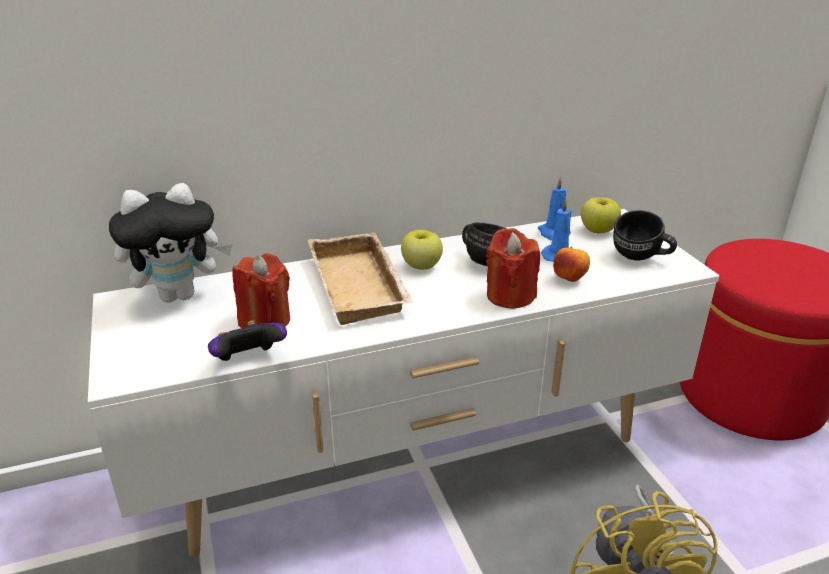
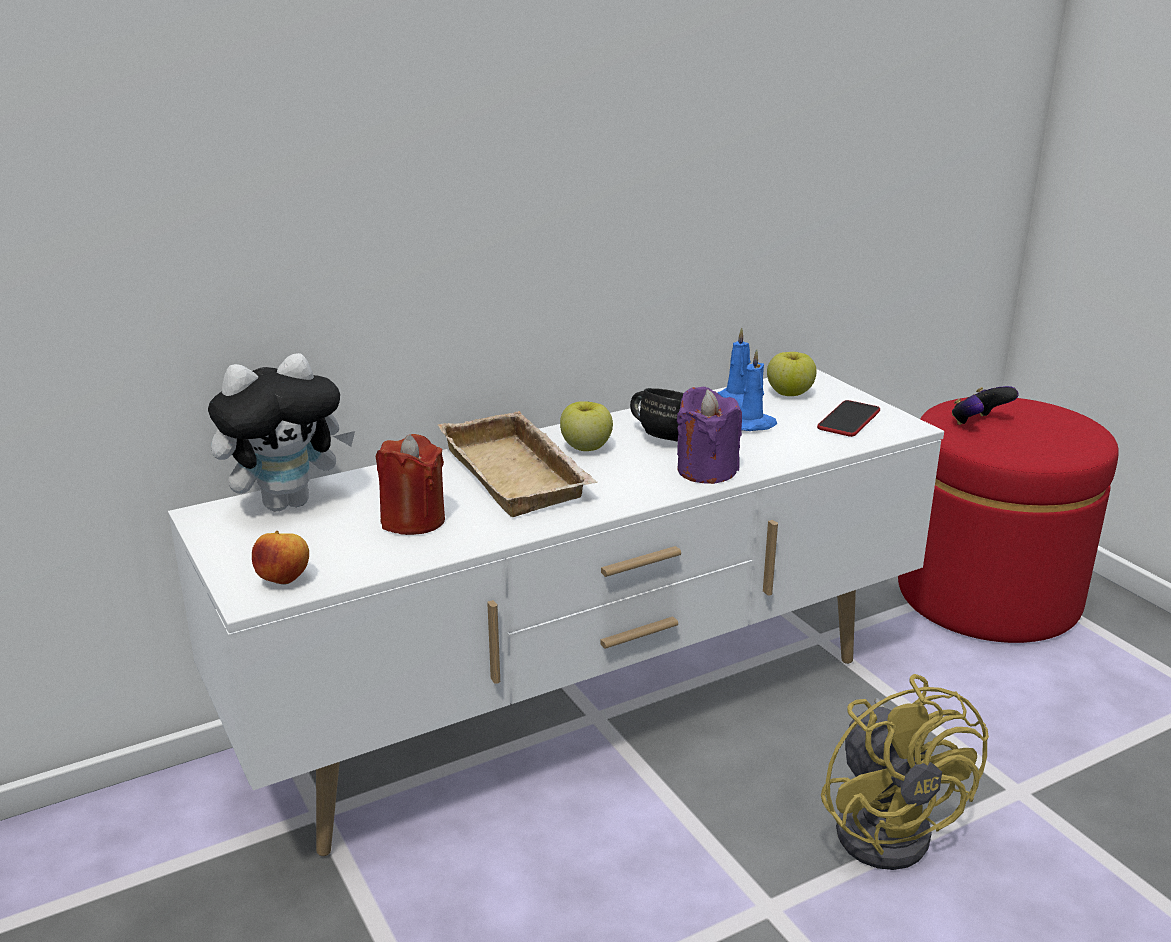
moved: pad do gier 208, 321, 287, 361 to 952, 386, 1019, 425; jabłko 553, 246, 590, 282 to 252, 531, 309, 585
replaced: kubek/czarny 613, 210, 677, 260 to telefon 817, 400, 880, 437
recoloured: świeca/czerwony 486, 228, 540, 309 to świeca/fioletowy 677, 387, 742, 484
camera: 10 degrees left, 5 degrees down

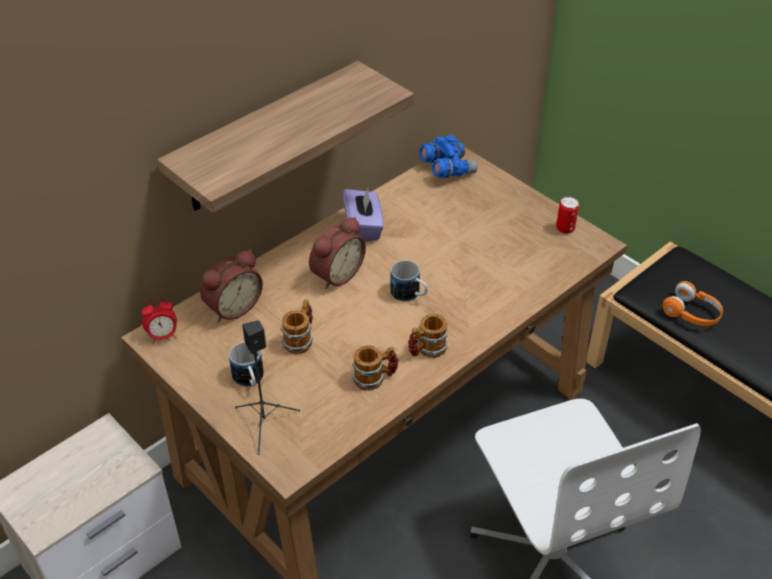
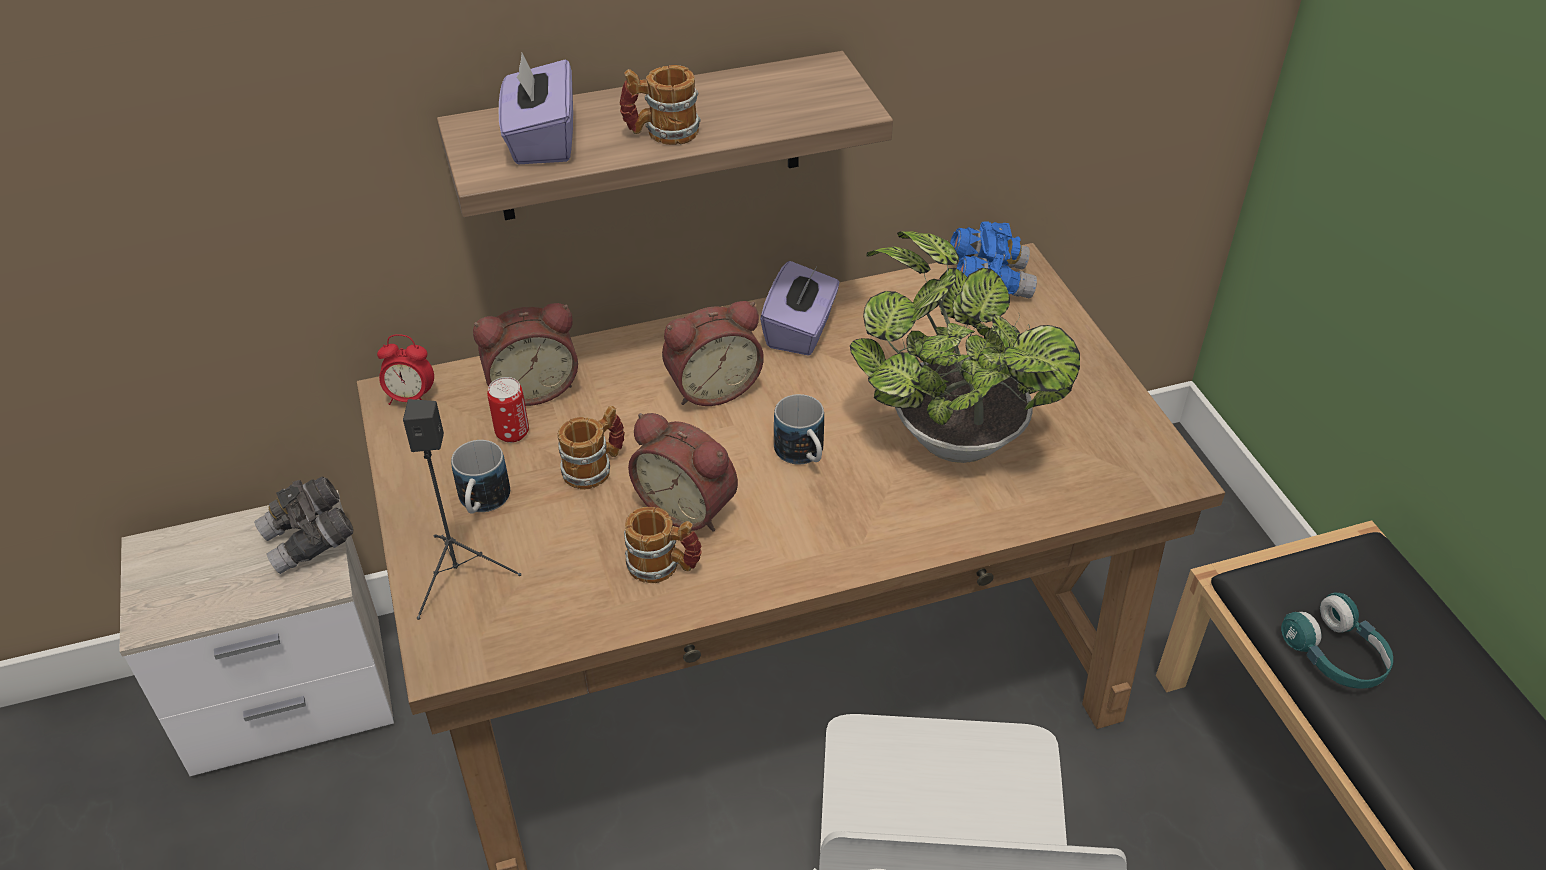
added: lornetka/szary 254, 476, 354, 574; pudełko chusteczek/fioletowy 499, 53, 573, 164; budzik 628, 413, 738, 532; roślina doniczkowa 850, 231, 1080, 463
moved: kubek 408, 313, 448, 358 to 620, 65, 701, 145; puszka 556, 197, 579, 234 to 487, 377, 529, 443
recoloured: słuchawki/pomarańczowy 663, 281, 723, 326 to słuchawki/turkusowy 1281, 593, 1393, 689
camera: 25 degrees right, 0 degrees up

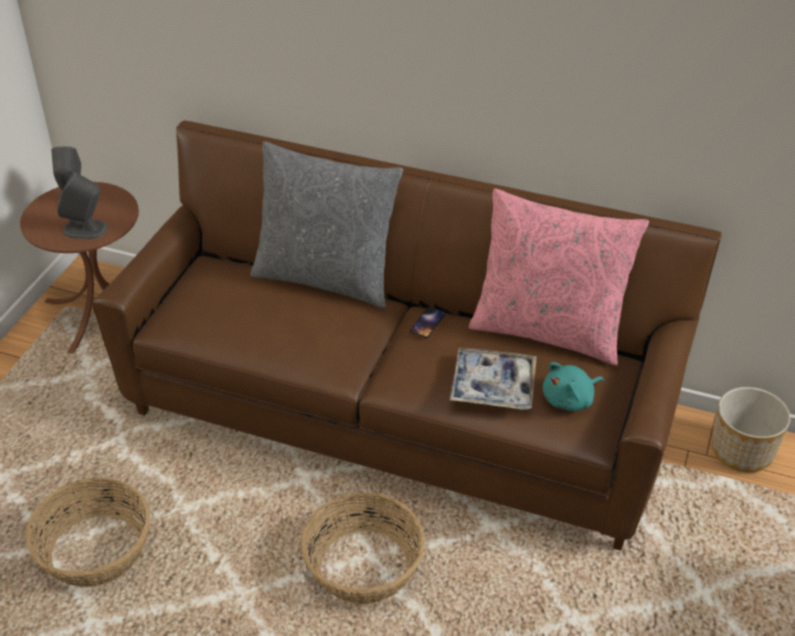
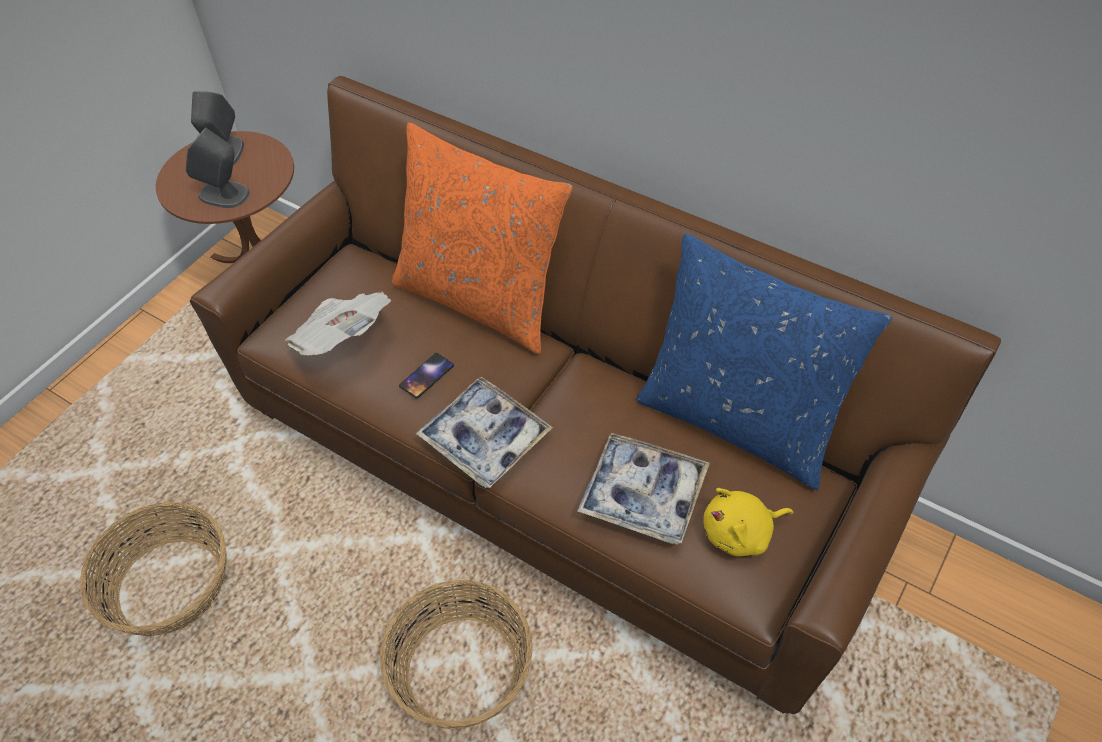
removed: donica 712, 387, 791, 472
added: gazeta 285, 292, 391, 356; taca 416, 377, 553, 488
moved: telefon 410, 307, 446, 338 to 399, 353, 454, 399
recoloured: poduszka/szary 250, 141, 403, 308 to poduszka/pomarańczowy 391, 122, 572, 354; poduszka/różowy 469, 189, 649, 365 to poduszka/niebieski 636, 233, 892, 490; pluszak/turkusowy 543, 362, 604, 411 to pluszak/żółty 703, 488, 793, 556
camera: 15 degrees right, 10 degrees up

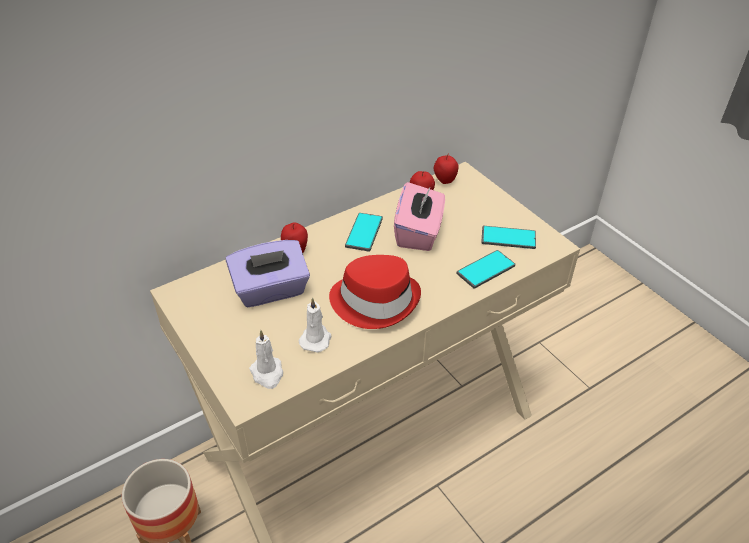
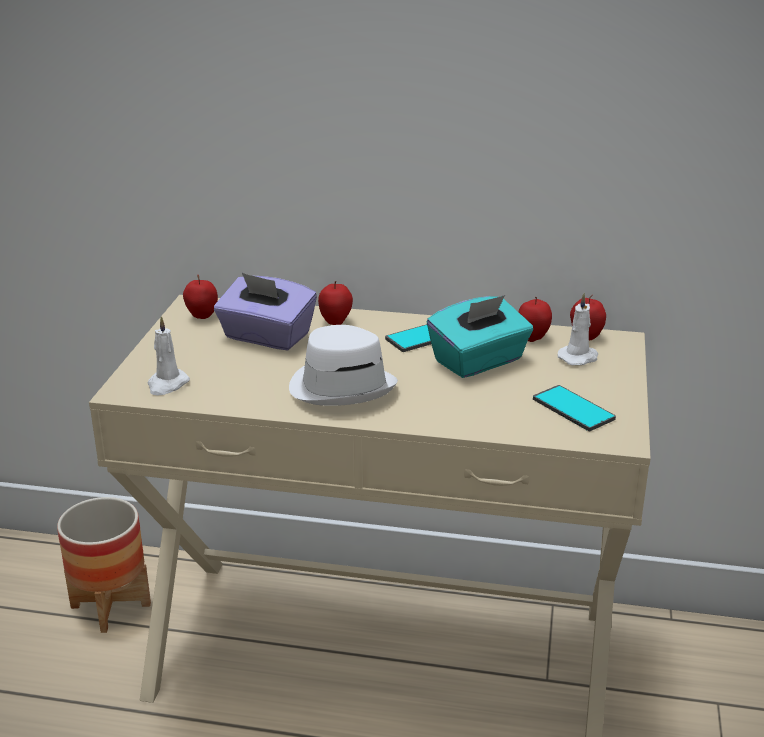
removed: telefon 457, 250, 515, 289
added: jabłko 183, 275, 218, 319
moved: świeca/biały 299, 297, 331, 352 to 557, 293, 598, 365
recoloured: kapelusz/czerwony 329, 255, 421, 329 to kapelusz/biały 289, 325, 398, 406; pudełko chusteczek/różowy 394, 182, 445, 251 to pudełko chusteczek/turkusowy 427, 295, 533, 378
camera: 45 degrees right, 15 degrees down

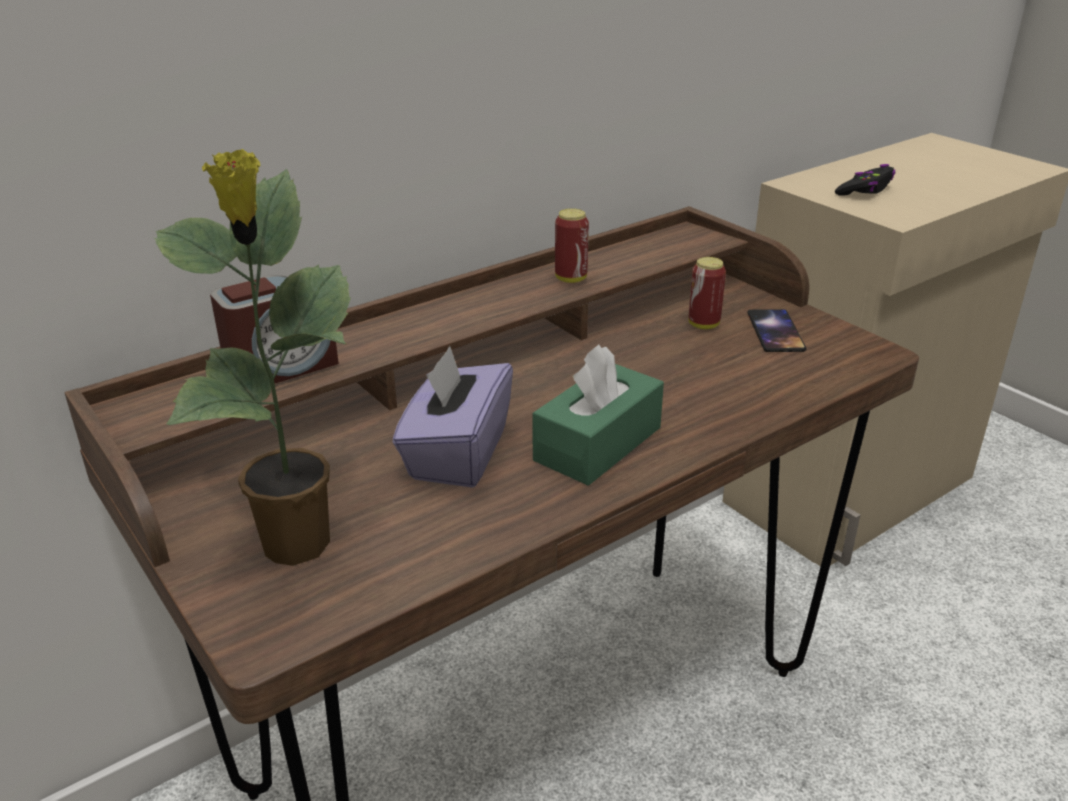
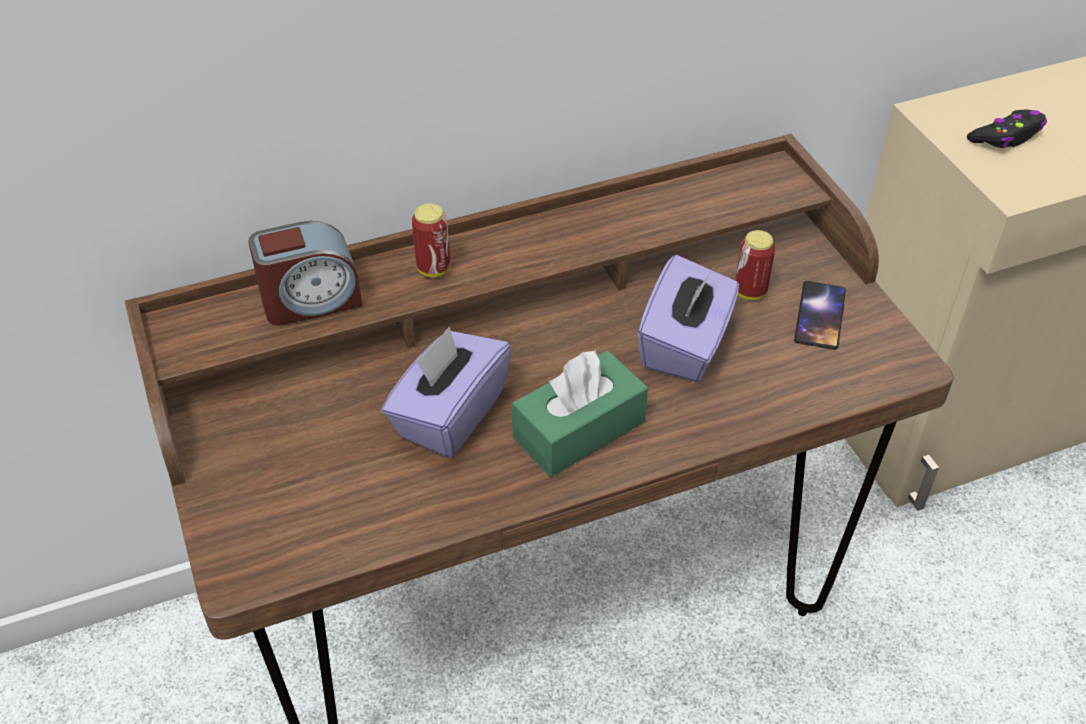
removed: roślina doniczkowa 154, 149, 351, 566
added: pudełko chusteczek/fioletowy 637, 255, 739, 382
moved: puszka 555, 208, 589, 283 to 412, 203, 450, 277
camera: 15 degrees right, 15 degrees up

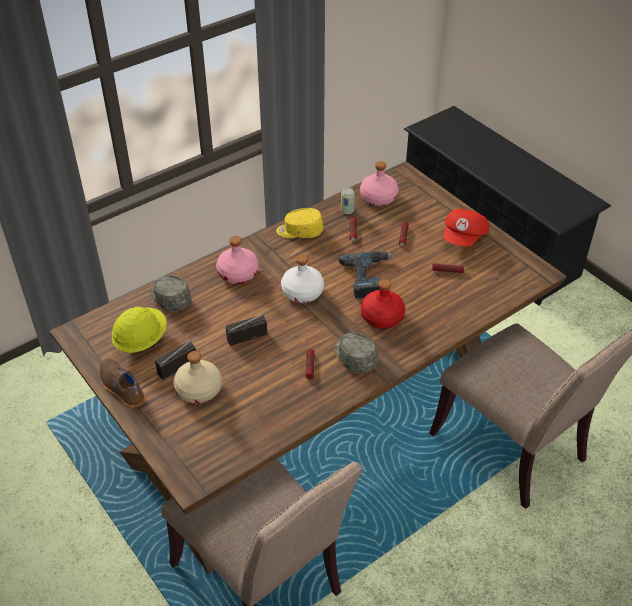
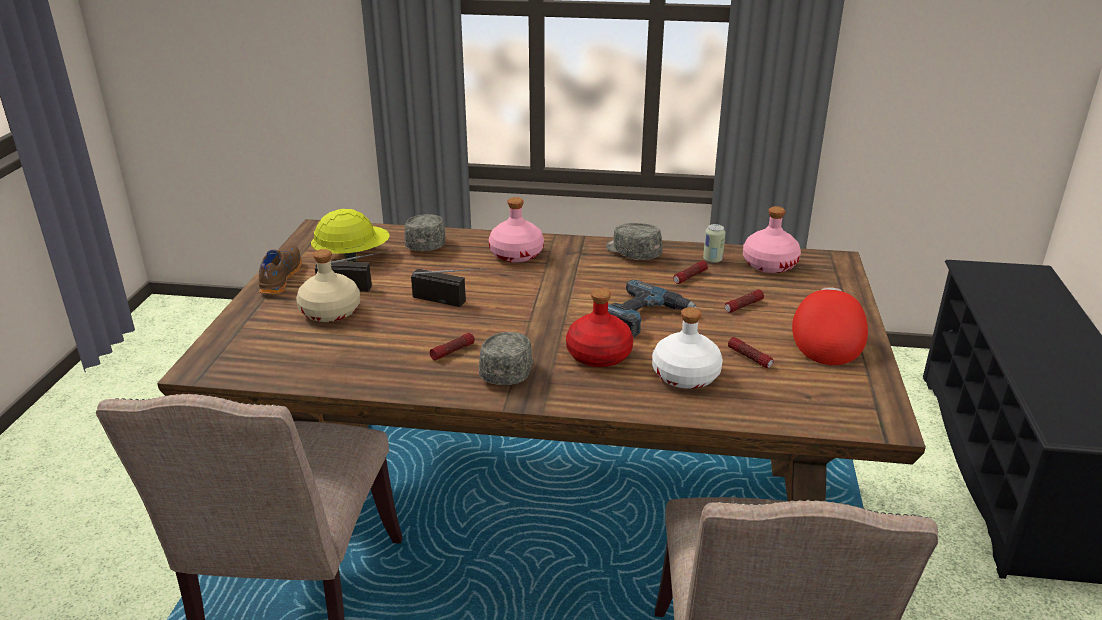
moved: butelka/biały 281, 255, 324, 303 to 652, 307, 723, 389
recoloured: czapka z daszkiem/żółty 276, 208, 323, 238 to czapka z daszkiem/szary 606, 223, 663, 260
turned: czapka z daszkiem/czerwony 443, 209, 490, 247 = 792, 287, 868, 365 120 degrees clockwise
camera: 45 degrees right, 15 degrees down

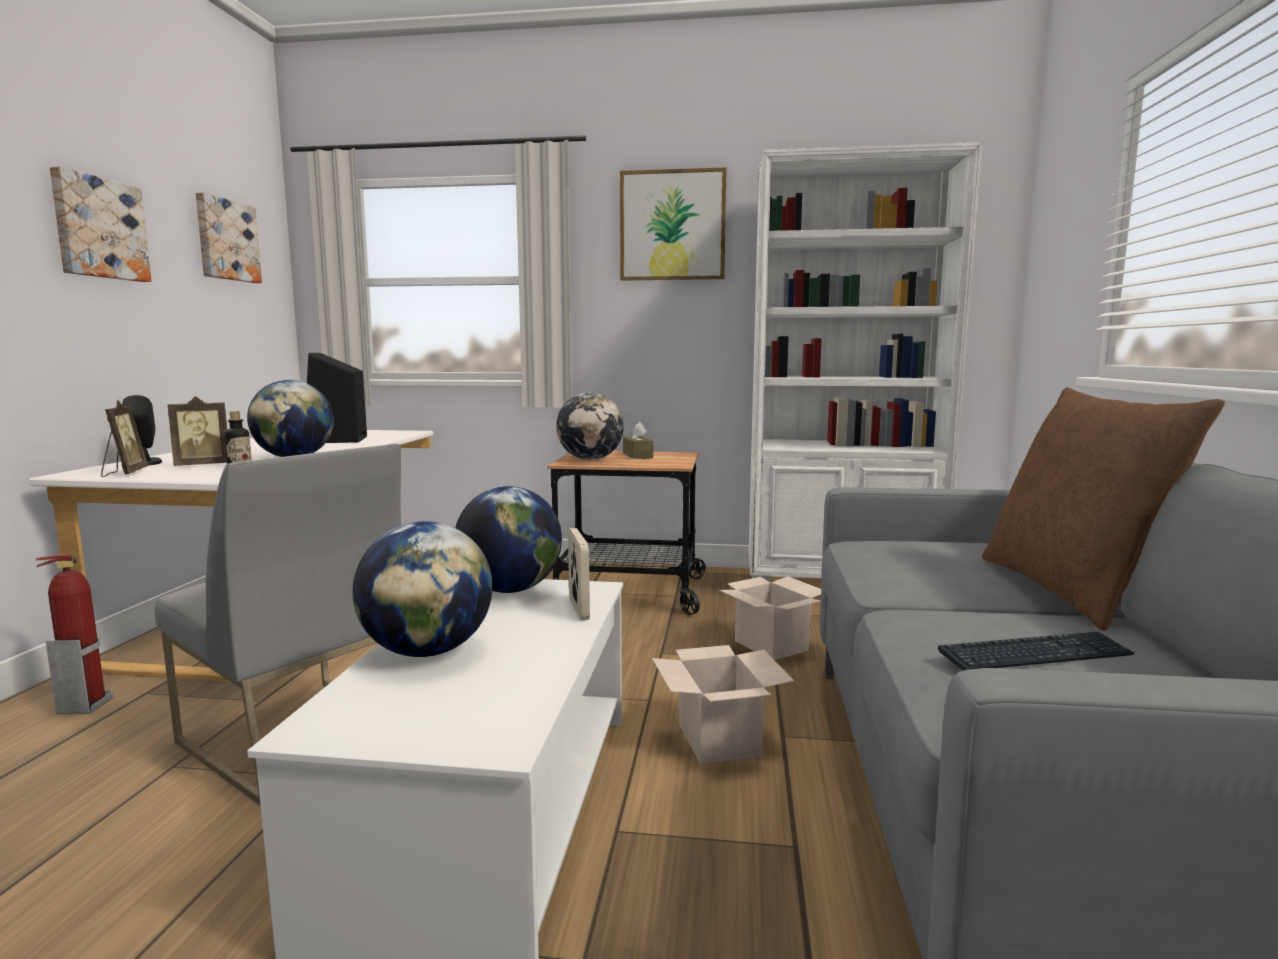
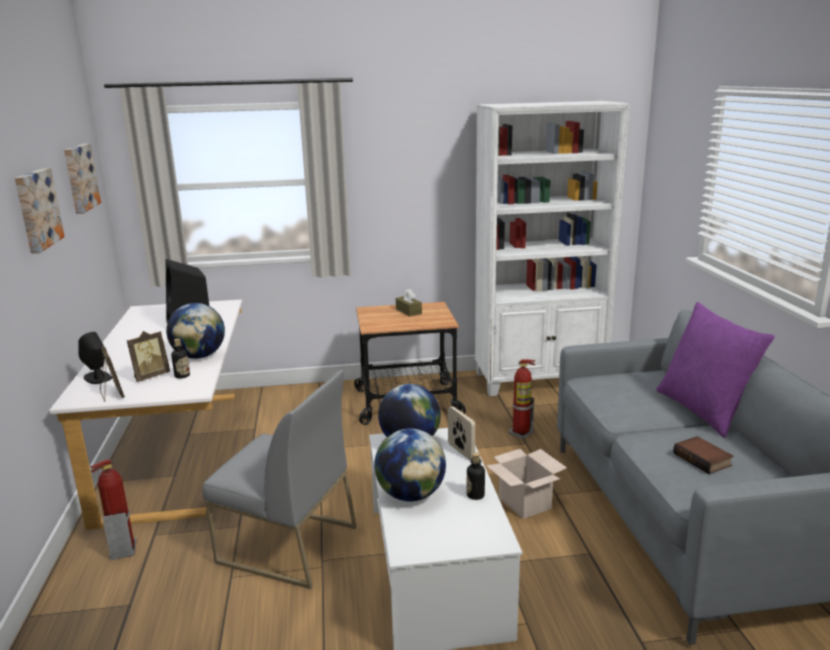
removed: globus 556, 392, 624, 460; obraz 620, 167, 727, 281
added: butelka 467, 452, 485, 500
replaced: karton 719, 577, 821, 660 to gaśnica 509, 360, 535, 439; klawiatura 938, 632, 1135, 671 to książka 673, 436, 733, 474
recoloured: poduszka/brązowy 982, 387, 1225, 631 to poduszka/fioletowy 656, 302, 775, 438
camera: 15 degrees left, 10 degrees up

